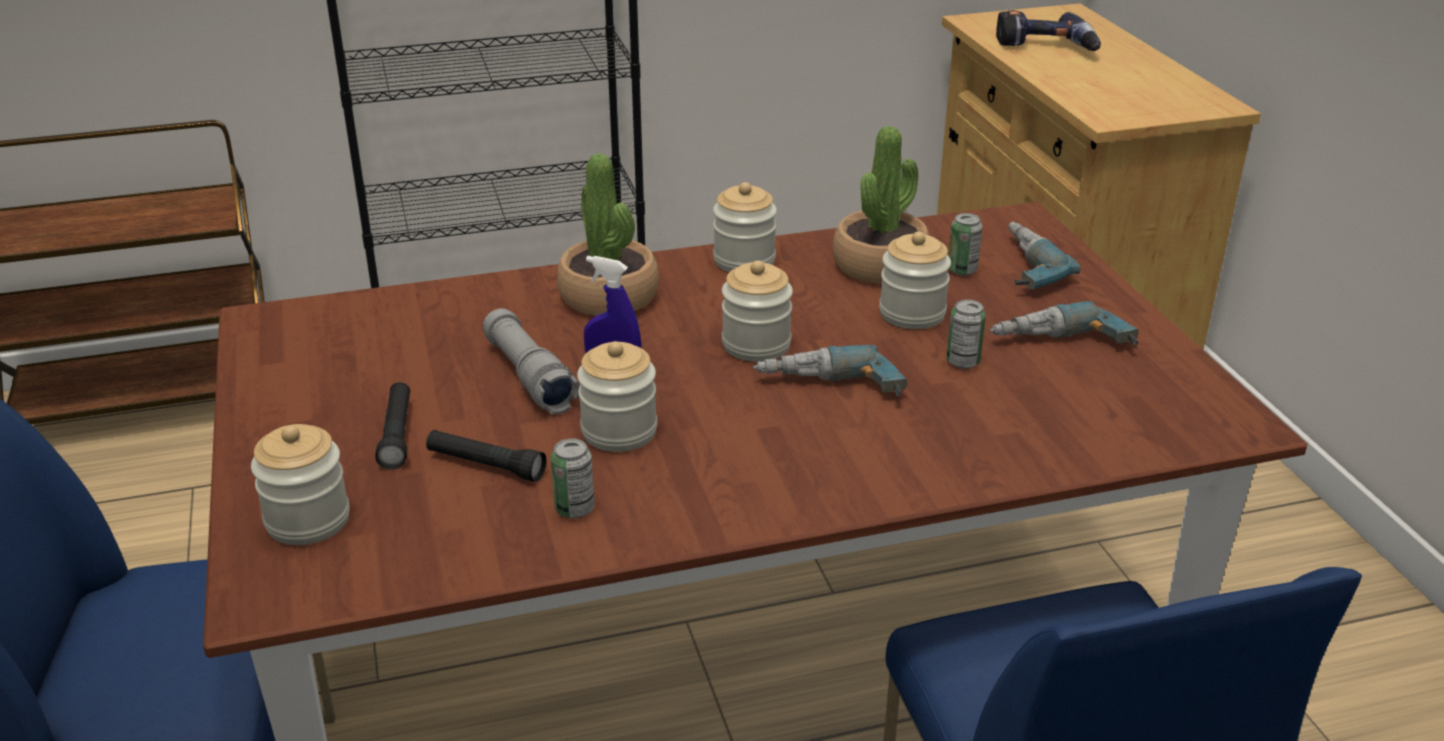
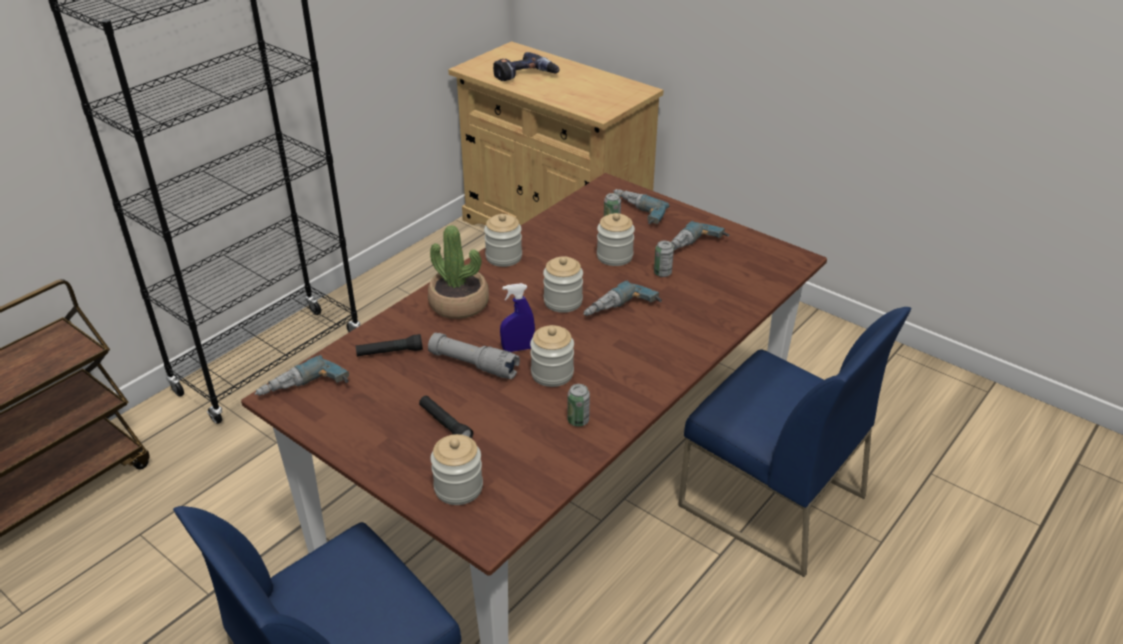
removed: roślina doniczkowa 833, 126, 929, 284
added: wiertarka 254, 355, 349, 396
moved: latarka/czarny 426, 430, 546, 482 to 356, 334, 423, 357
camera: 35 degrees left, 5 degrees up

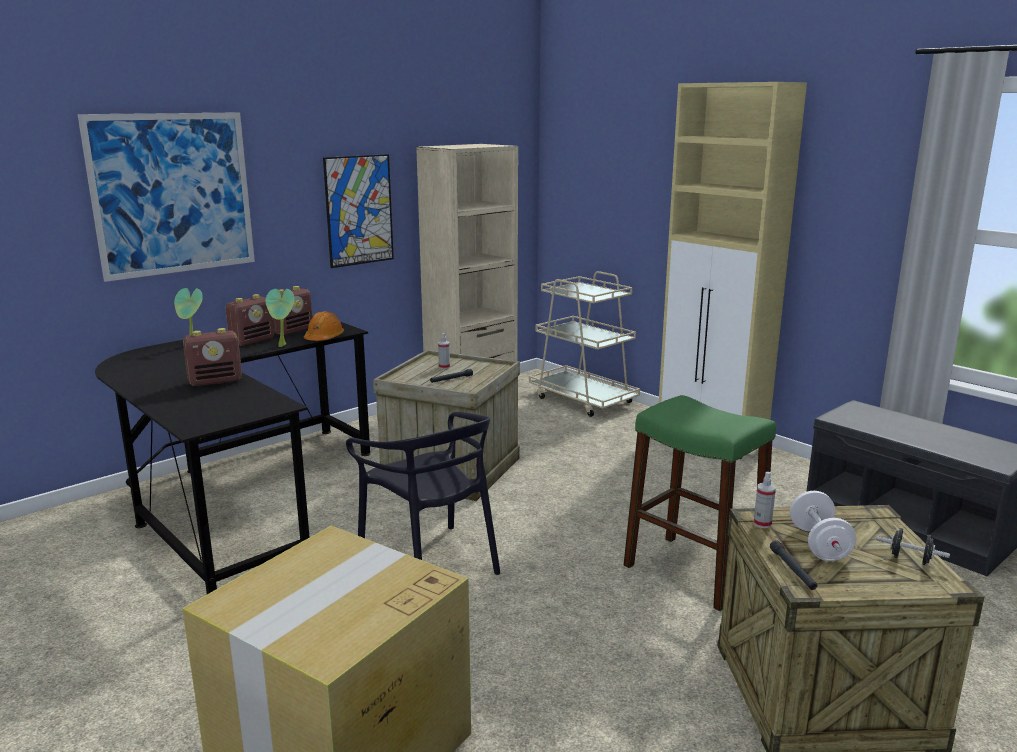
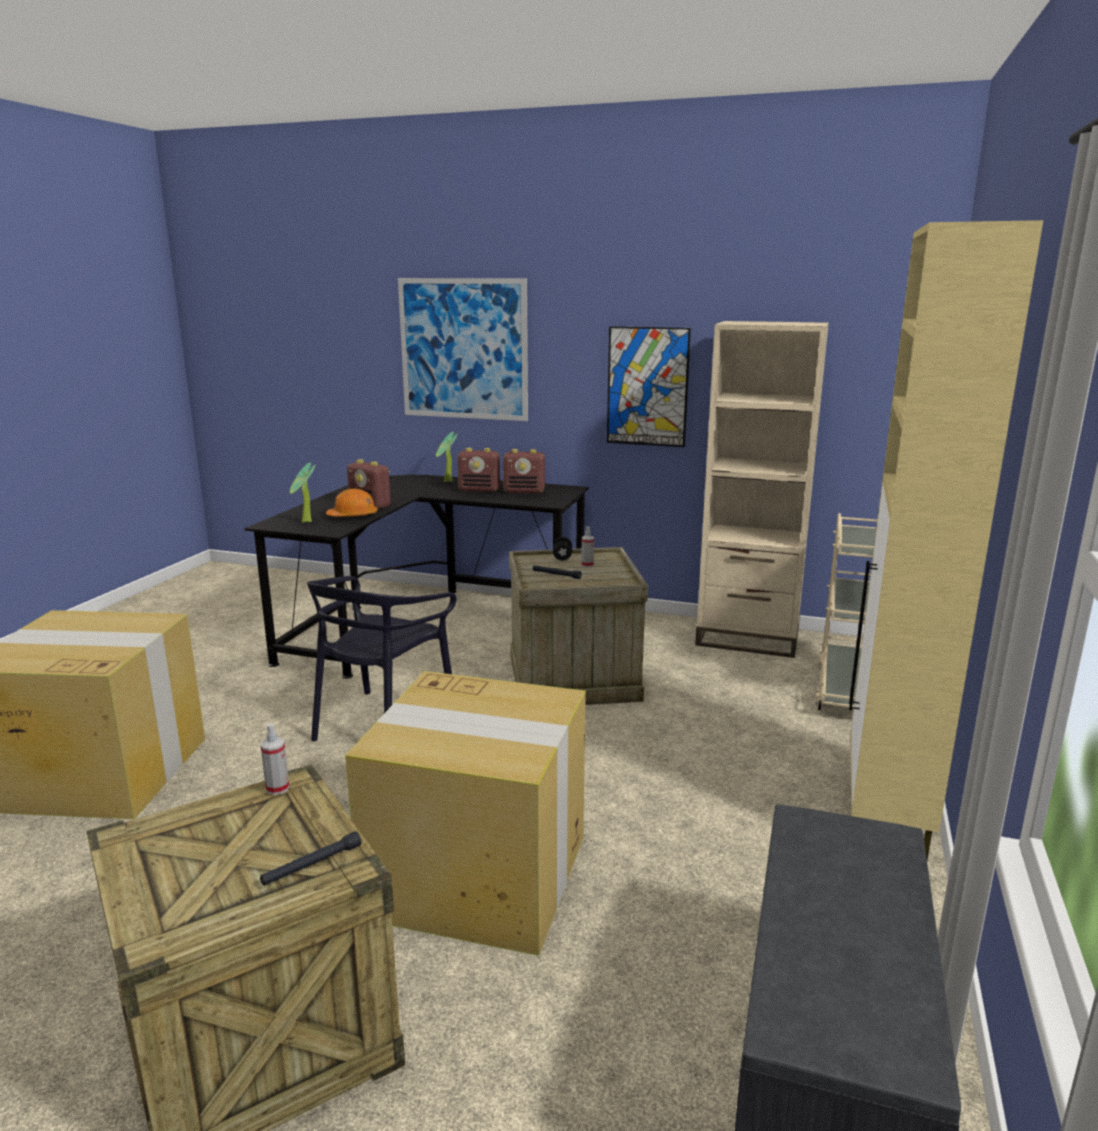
removed: hantel/biały 790, 491, 857, 561
moved: roślina doniczkowa 266, 289, 295, 347 to 290, 463, 315, 523; kask/pomarańczowy 304, 311, 344, 341 to 326, 489, 378, 517; latarka/czarny 770, 540, 817, 590 to 260, 831, 361, 886; hantel/czarny 876, 528, 950, 565 to 553, 537, 572, 560
replaced: stołek/zielony 624, 395, 776, 611 to karton 345, 671, 586, 956
camera: 60 degrees right, 0 degrees up

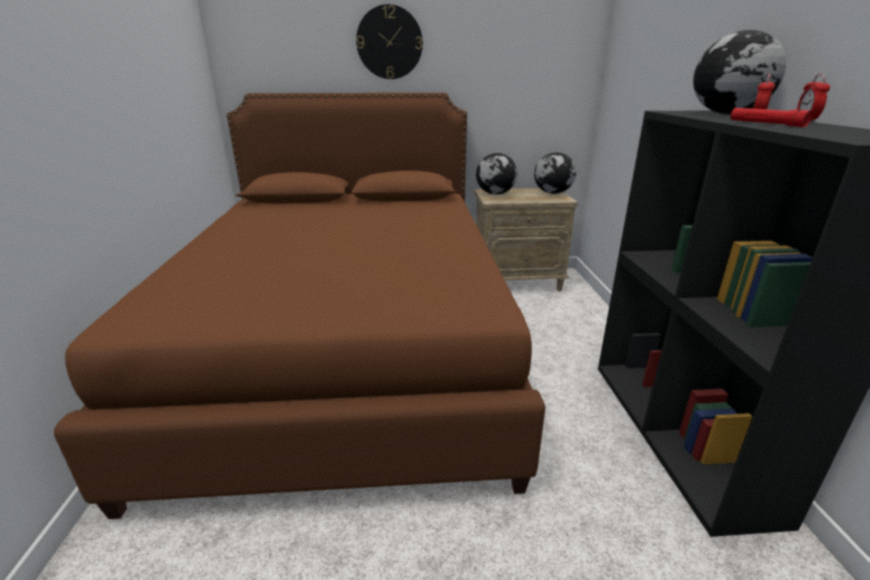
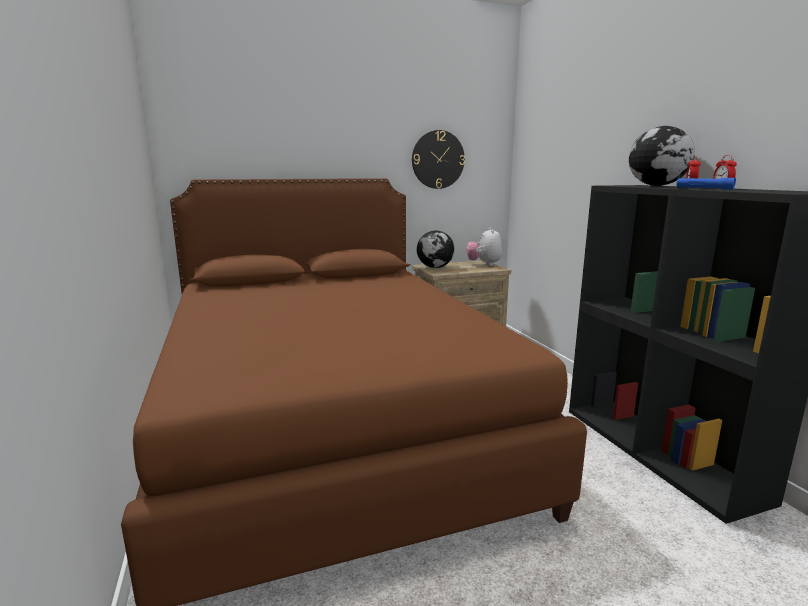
moved: zegar ścienny 356, 4, 423, 79 to 412, 130, 465, 189
replaced: globus 534, 152, 576, 194 to pluszak 466, 228, 502, 266
recoloured: latarka/czerwony 731, 108, 812, 127 to latarka/niebieski 677, 178, 736, 190
camera: 15 degrees left, 10 degrees down

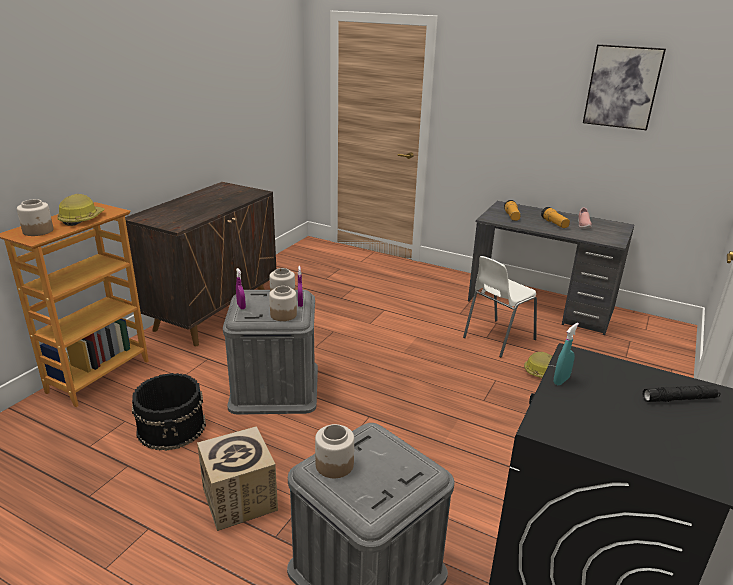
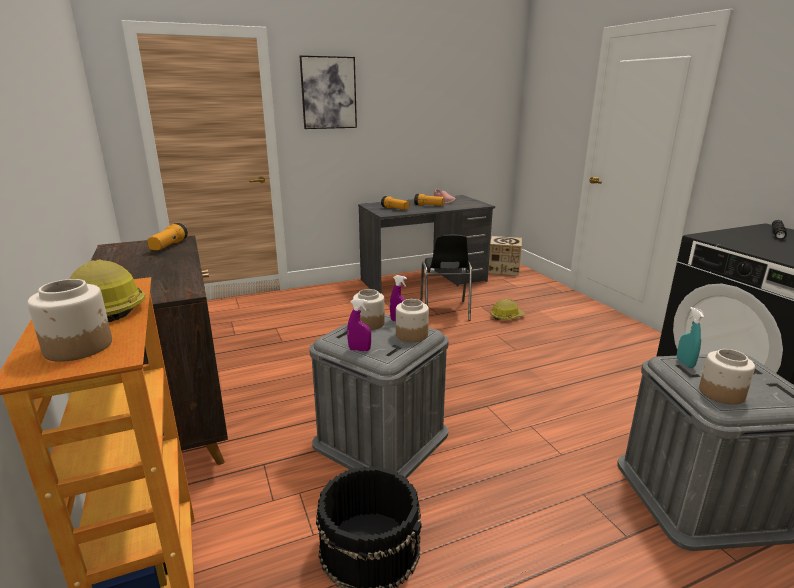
added: latarka 147, 223, 188, 251
moved: karton 197, 426, 278, 531 to 488, 236, 522, 275; spryskiwacz/turkusowy 554, 323, 579, 385 to 677, 307, 704, 368; obraz 583, 44, 666, 130 to 300, 55, 357, 129
recoloured: krzesło/biały 463, 256, 537, 358 to krzesło/czarny 420, 235, 472, 321
camera: 50 degrees left, 5 degrees down

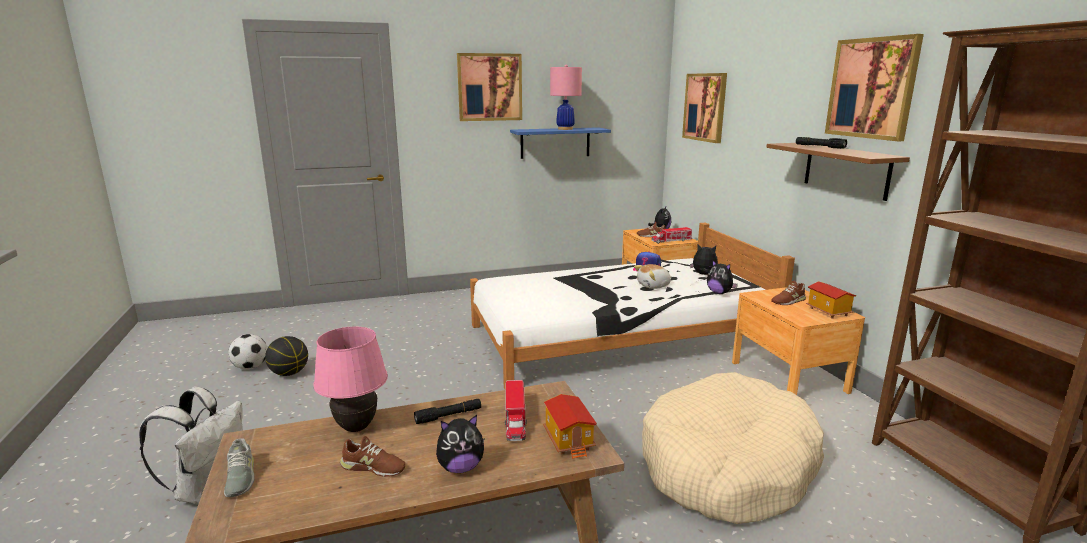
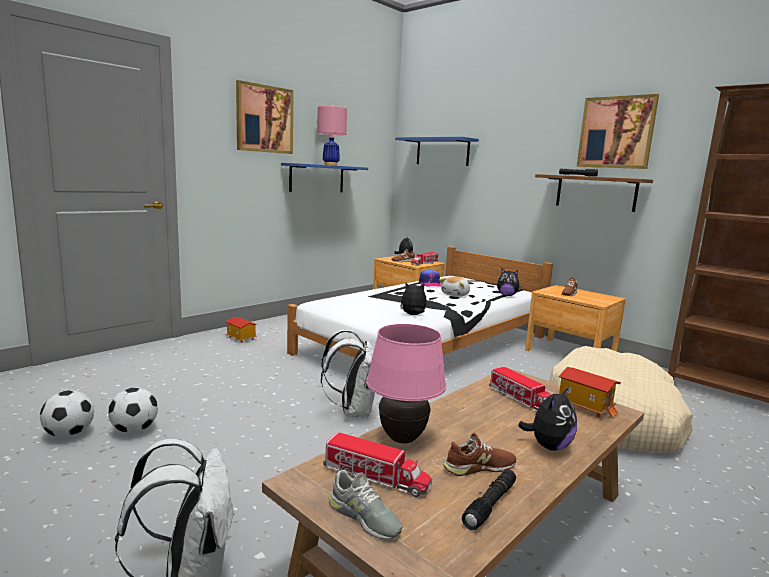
added: plecak/biały 321, 330, 375, 418; ciężarówka zabawkowa 323, 432, 432, 497
moved: latarka/czarny 414, 399, 481, 424 to 462, 470, 516, 530; pluszak 690, 245, 718, 275 to 400, 282, 427, 315; domek 806, 281, 856, 319 to 225, 317, 257, 343
replaced: piłka do koszykówki 265, 336, 308, 376 to piłka futbolowa 108, 387, 158, 433; obraz 682, 73, 727, 143 to półka/niebieski 395, 137, 479, 166
camera: 30 degrees left, 5 degrees down

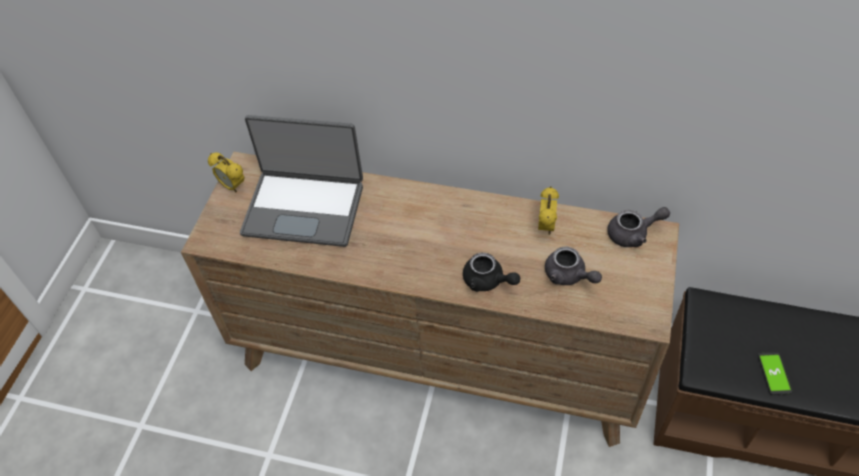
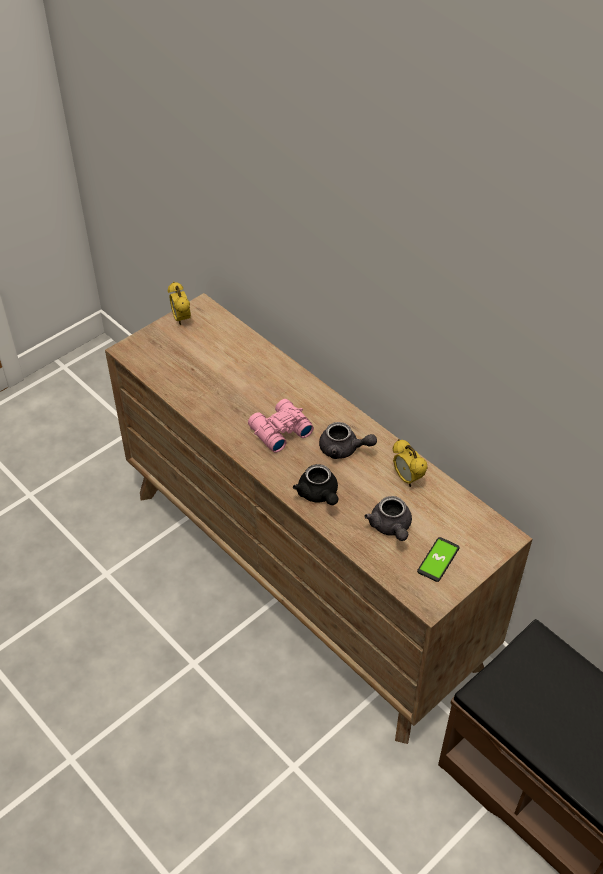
removed: laptop 240, 115, 363, 247
added: lornetka/różowy 248, 399, 314, 453
moved: imbryk/szary 607, 207, 670, 247 to 319, 422, 377, 459; telefon 758, 352, 792, 395 to 417, 537, 460, 582
turned: budzik 538, 187, 559, 235 = 393, 439, 428, 487 105 degrees clockwise
camera: 30 degrees right, 5 degrees down

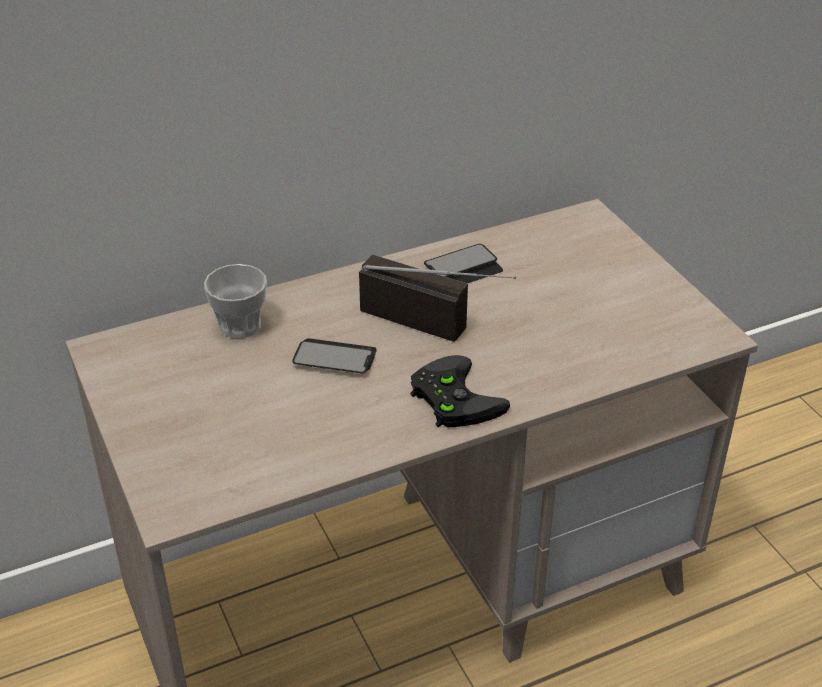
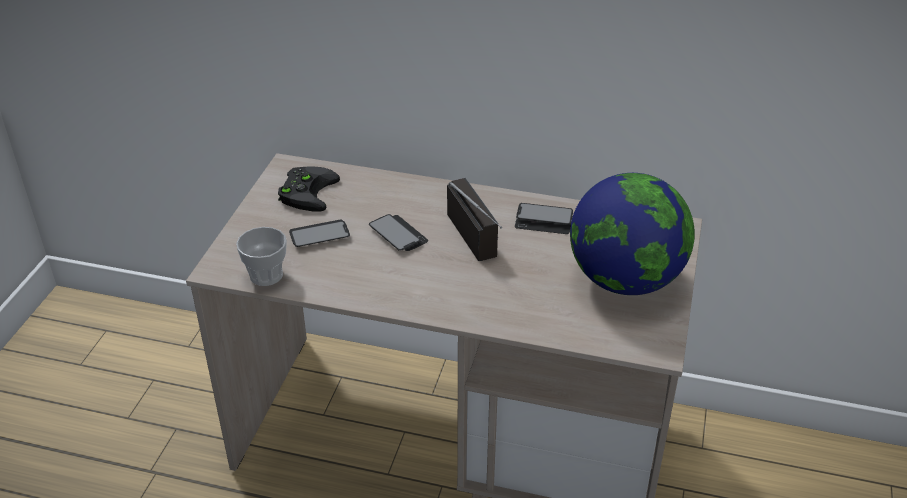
added: telefon 289, 219, 350, 247; globus 570, 173, 695, 295
moved: filiżanka 204, 264, 267, 338 to 236, 227, 287, 286; pad do gier/czarny 410, 355, 510, 427 to 278, 167, 340, 212
camera: 40 degrees right, 0 degrees up

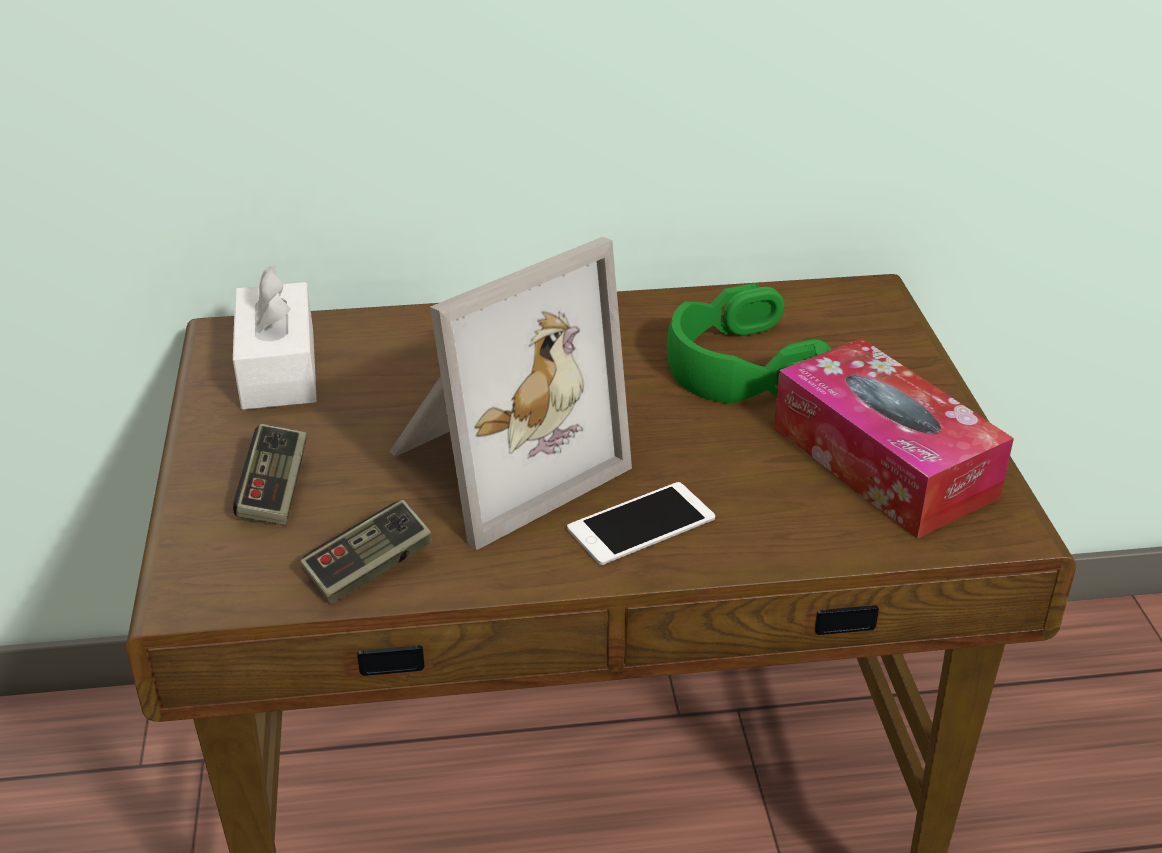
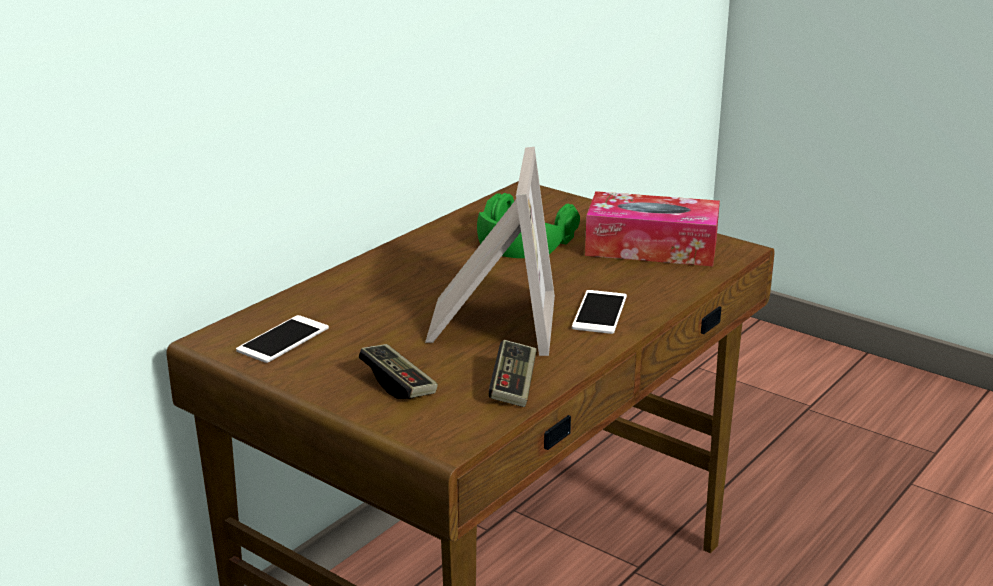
replaced: pudełko chusteczek/biały 233, 264, 317, 410 to telefon 236, 315, 329, 363
camera: 45 degrees left, 10 degrees down

